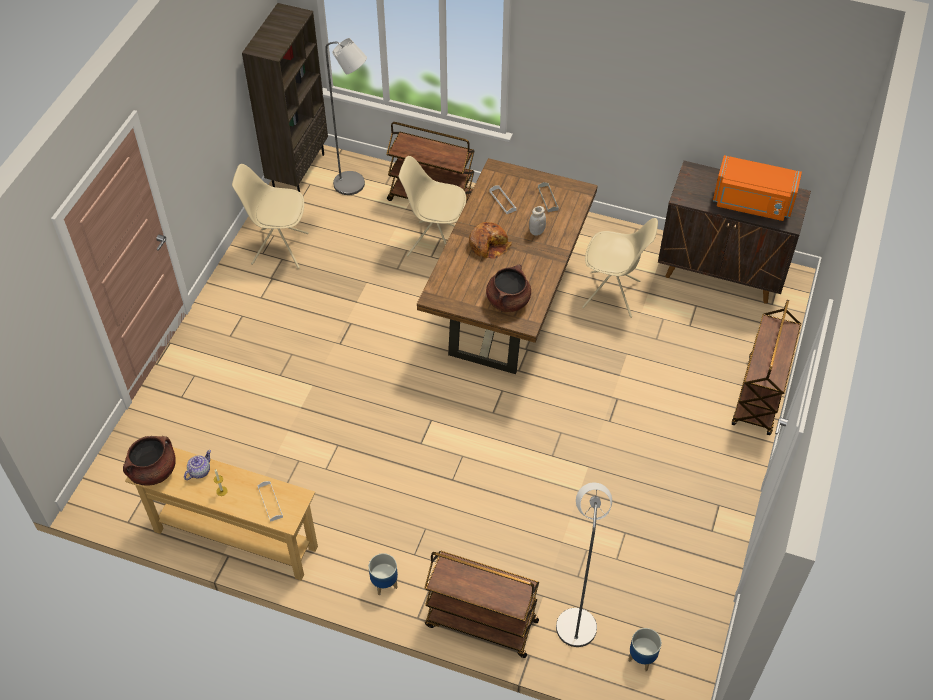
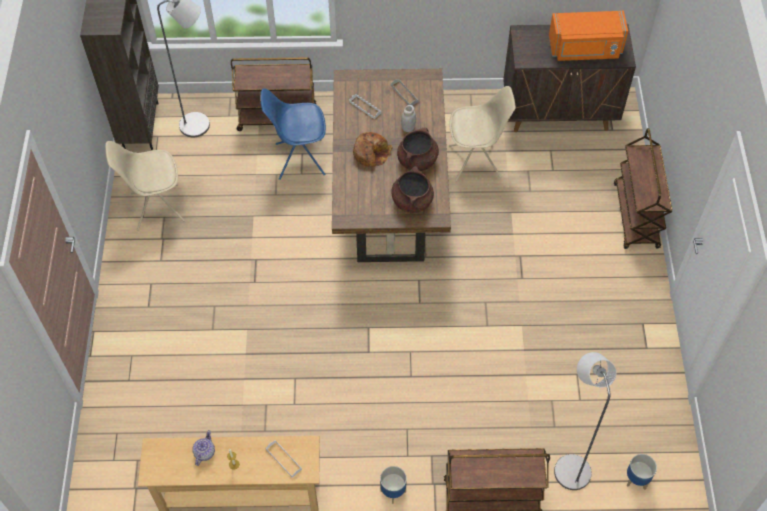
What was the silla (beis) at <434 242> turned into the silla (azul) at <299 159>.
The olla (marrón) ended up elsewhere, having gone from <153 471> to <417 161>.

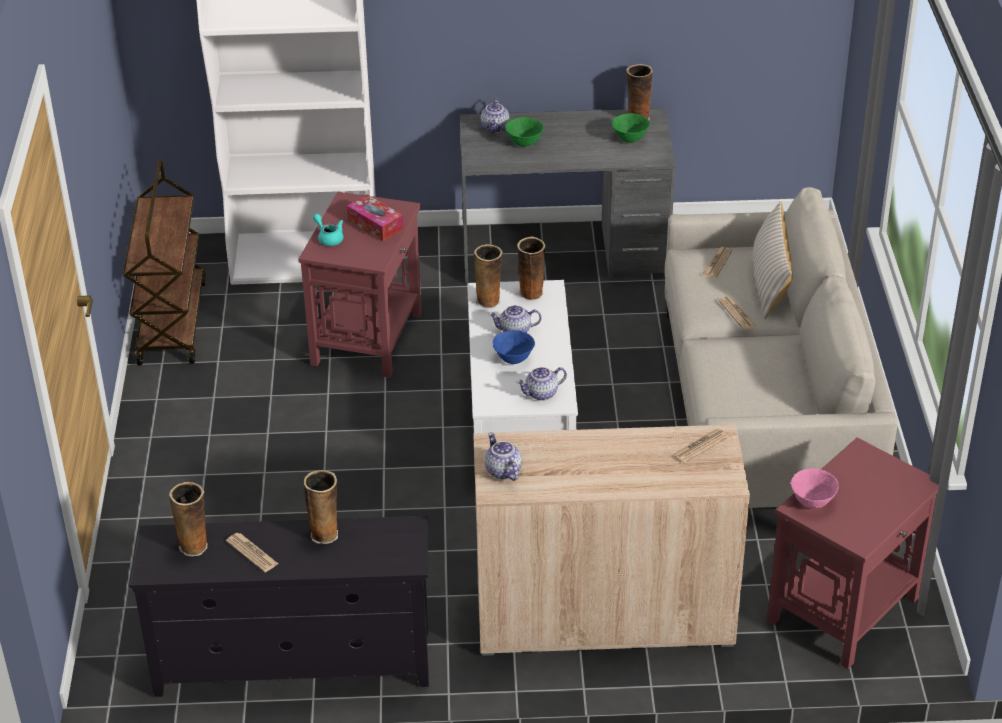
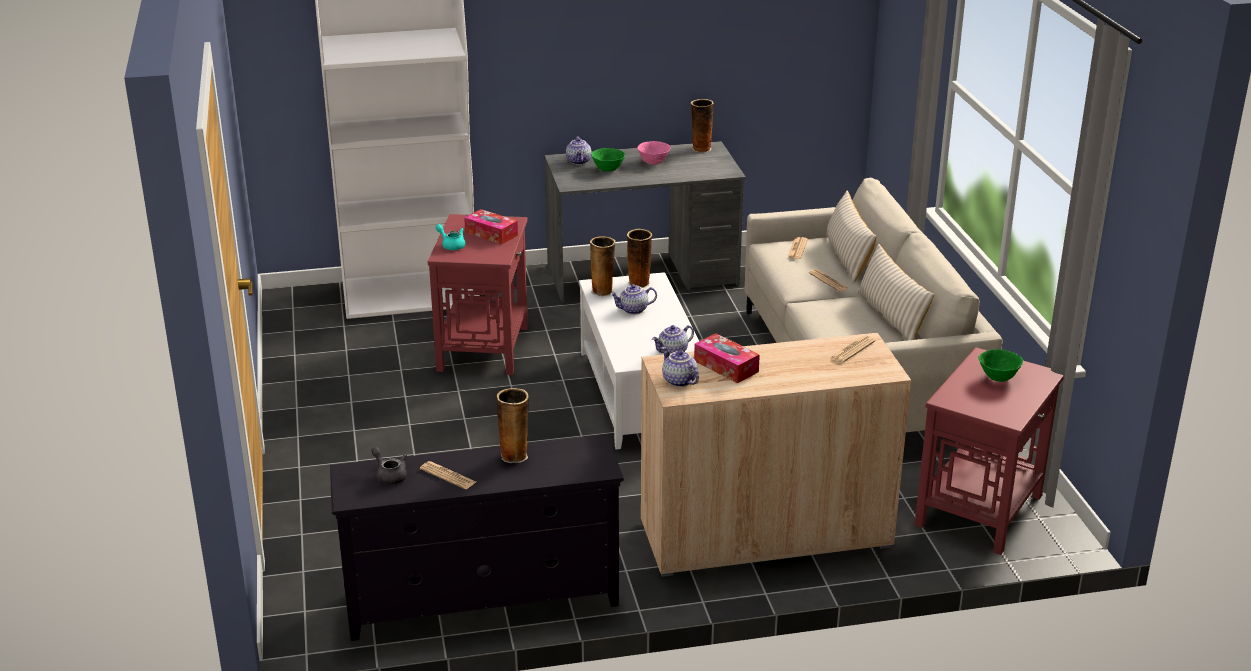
Where the florero stood at <195 546>, the tetera (gris) came to stand at <390 475>.
The cuenco (rosa) ended up elsewhere, having gone from <812 501> to <653 162>.
The second view gained the caja de pañuelos at <726 366>.
The second view gained the cojín (beis) at <891 317>.
The cuenco (verde) ended up elsewhere, having gone from <629 139> to <997 378>.
The second view lost the carrito (marrón) at <171 322>.
The second view lost the cuenco (azul) at <513 359>.

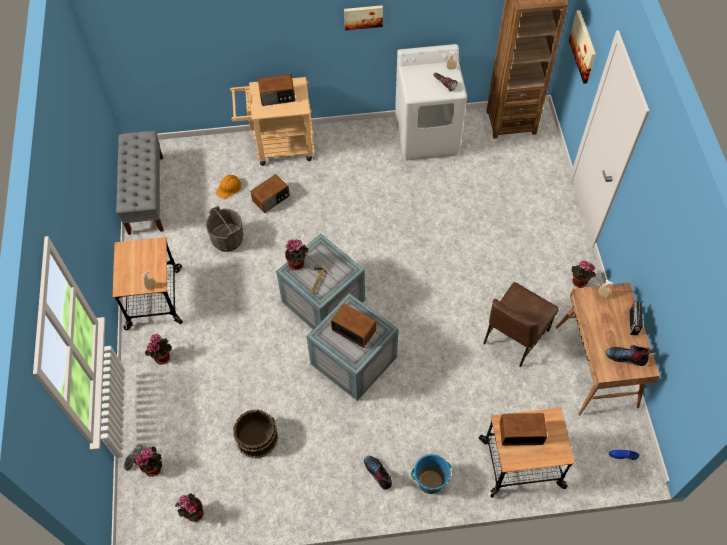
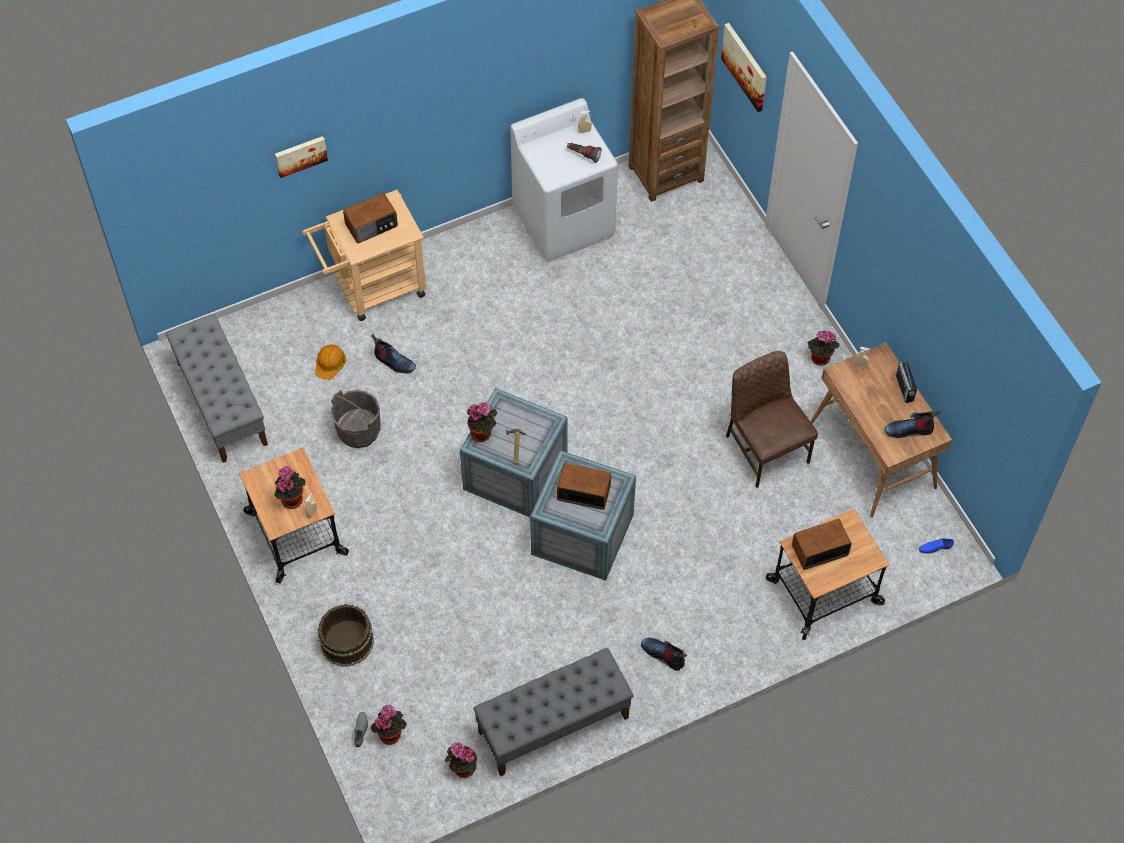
The planta en maceta ended up elsewhere, having gone from <162 356> to <291 498>.
The cuadro ended up elsewhere, having gone from <363 16> to <300 155>.
The cubo (marrón) ended up elsewhere, having gone from <256 437> to <346 641>.
Where the radio stood at <271 199>, the bota came to stand at <393 362>.
The second view gained the banco (gris) at <553 725>.
The silla (marrón) at <514 337> ended up facing another way, 135 degrees clockwise from before.
The second view lost the cubo (azul) at <430 481>.

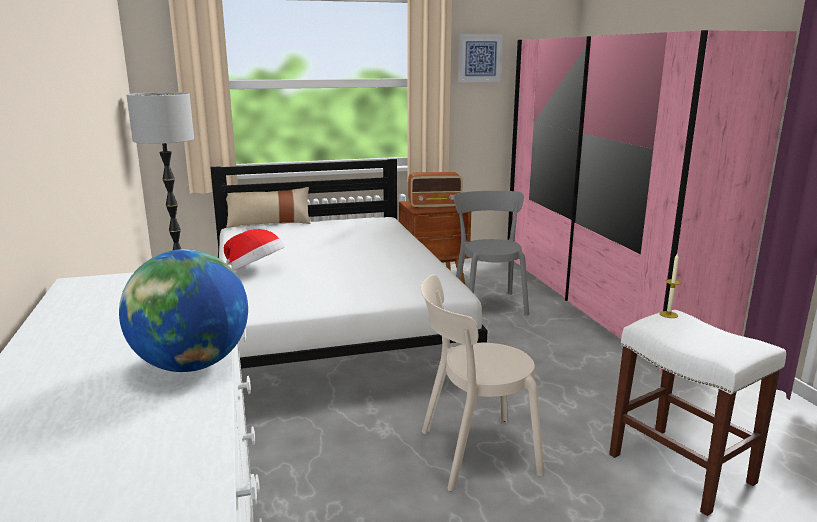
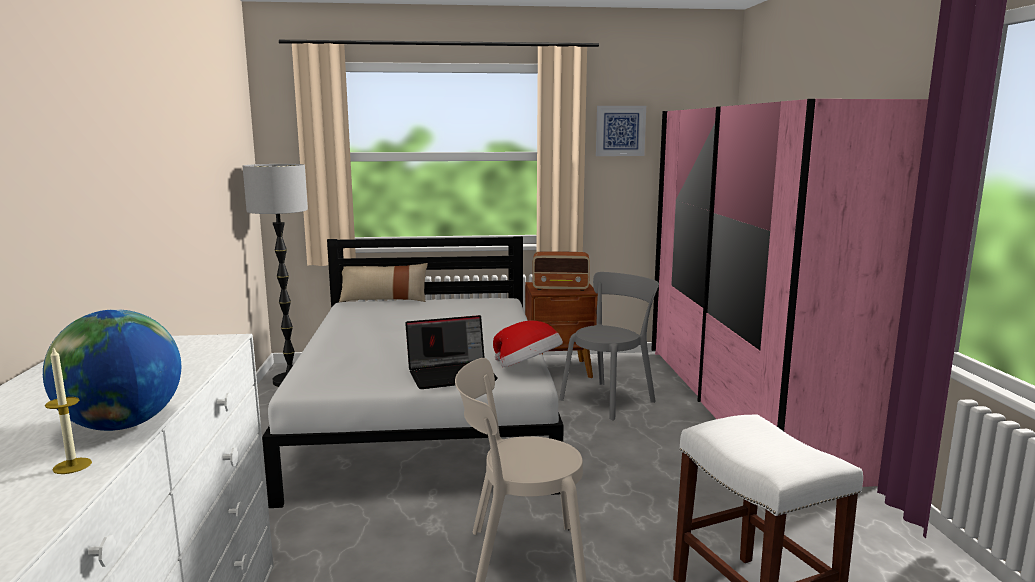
The vela ended up elsewhere, having gone from <668 314> to <72 466>.
The second view gained the portátil at <452 374>.
The sombrero ended up elsewhere, having gone from <256 270> to <528 368>.
The silla (gris) at <488 304> ended up facing another way, 45 degrees clockwise from before.

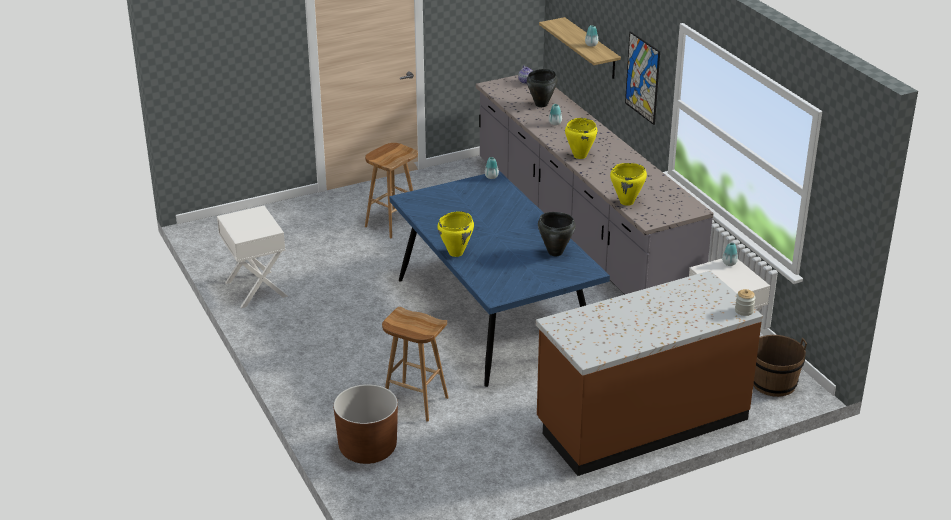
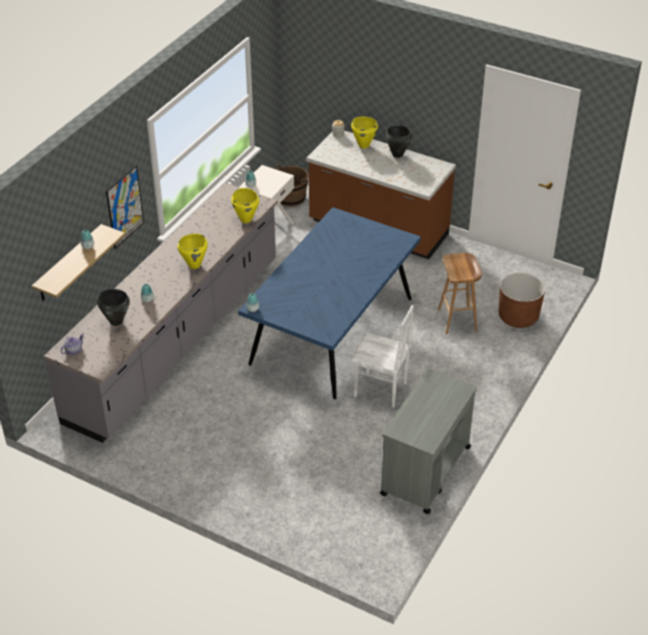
The olla (amarillo) ended up elsewhere, having gone from <456 253> to <363 145>.
The second view gained the silla (blanco) at <380 390>.
Where the mesita de noche (blanco) stood at <255 289>, the carrito (gris) came to stand at <425 471>.
The olla (negro) ended up elsewhere, having gone from <555 252> to <397 155>.
The second view lost the taburete (marrón) at <392 223>.

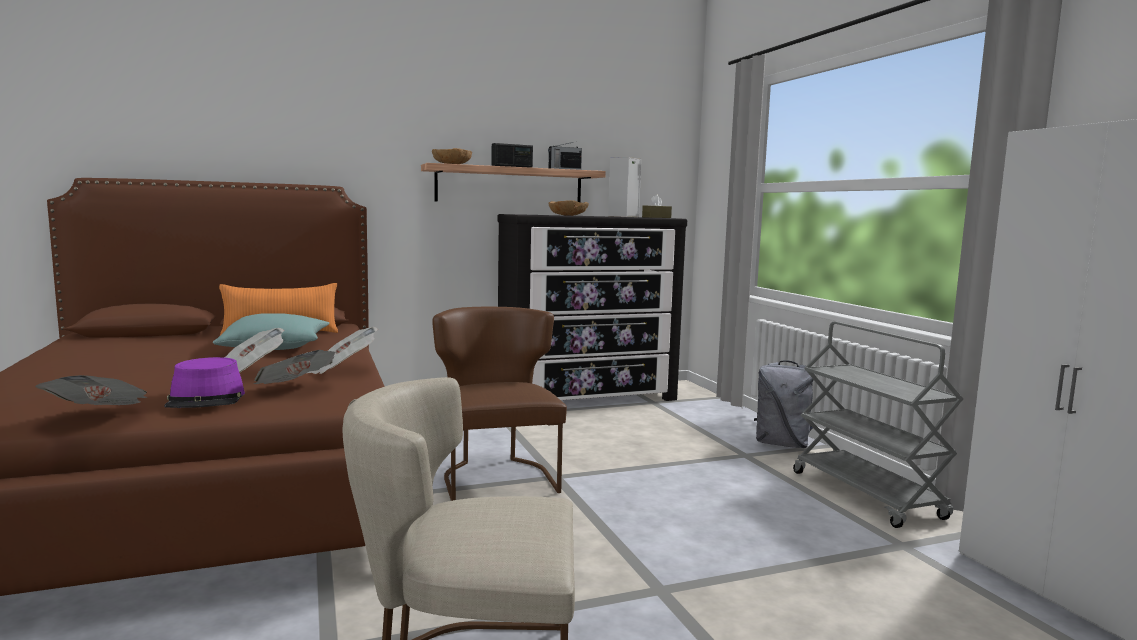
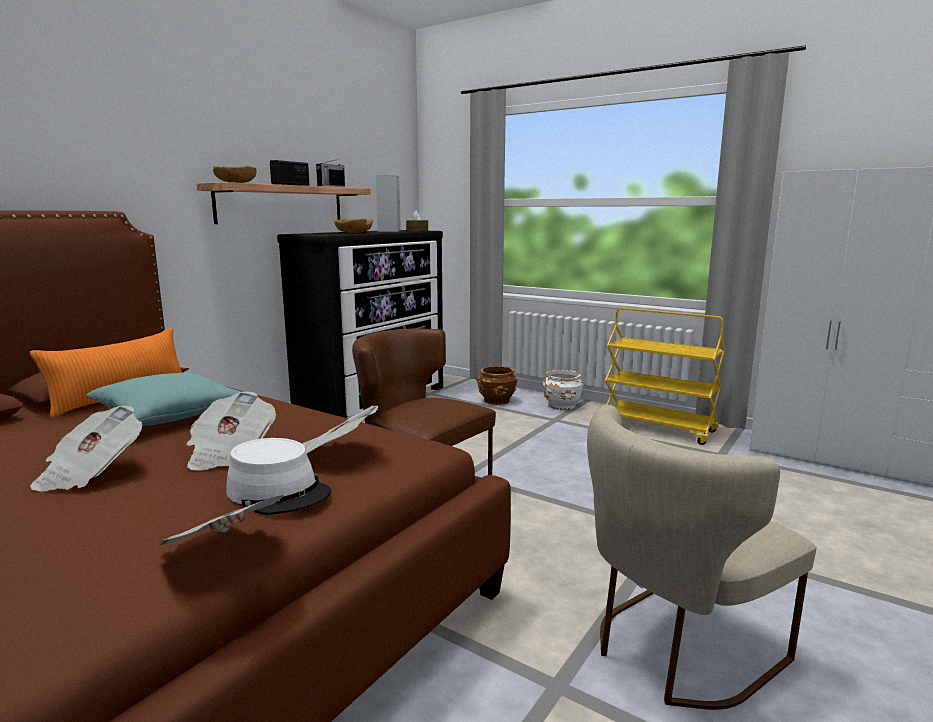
The periódico ended up elsewhere, having gone from <340 370> to <91 473>.
What was the sombrero (morado) at <206 399> turned into the sombrero (blanco) at <279 492>.
The second view gained the maceta (marrón) at <497 400>.
Where the mochila (gris) stood at <782 444>, the maceta (blanco) came to stand at <562 405>.
What was the carrito (gris) at <867 495> turned into the carrito (amarillo) at <658 428>.

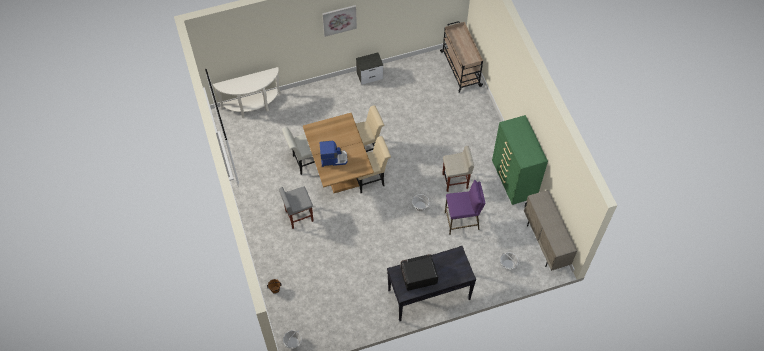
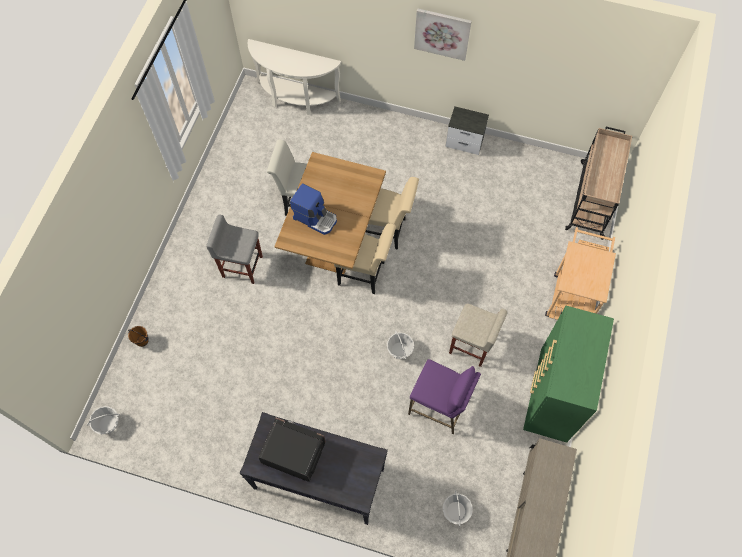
The second view gained the carrito (beis) at <571 295>.

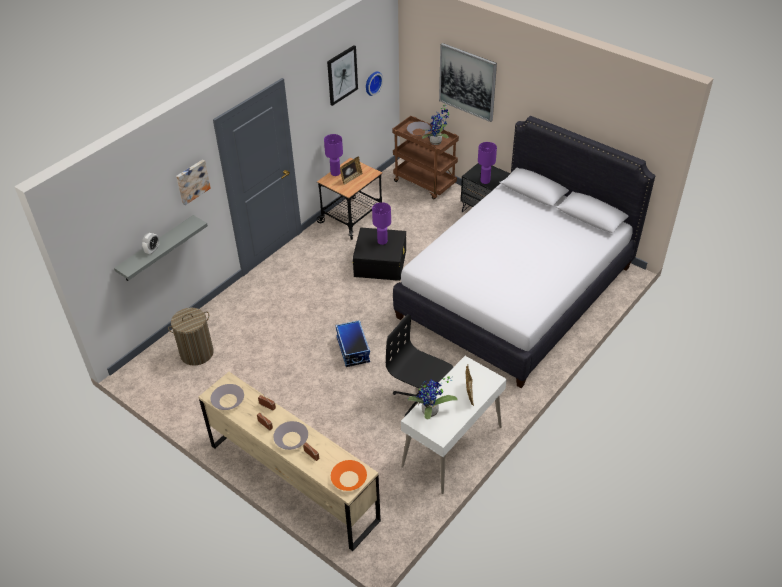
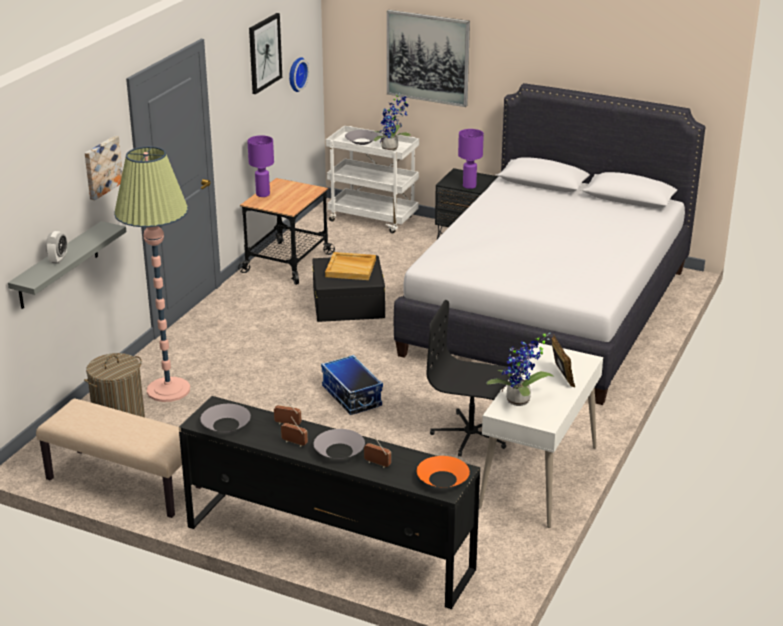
The second view gained the banco (beis) at <123 483>.
The second view gained the lámpara de pie at <168 390>.
What was the cómoda (beis) at <293 482> turned into the cómoda (negro) at <329 547>.
Where the lámpara de mesa (morado) stood at <382 241>, the bandeja (beis) came to stand at <351 268>.
What was the carrito (marrón) at <425 183> turned into the carrito (blanco) at <374 219>.
The second view lost the portarretratos at <351 178>.

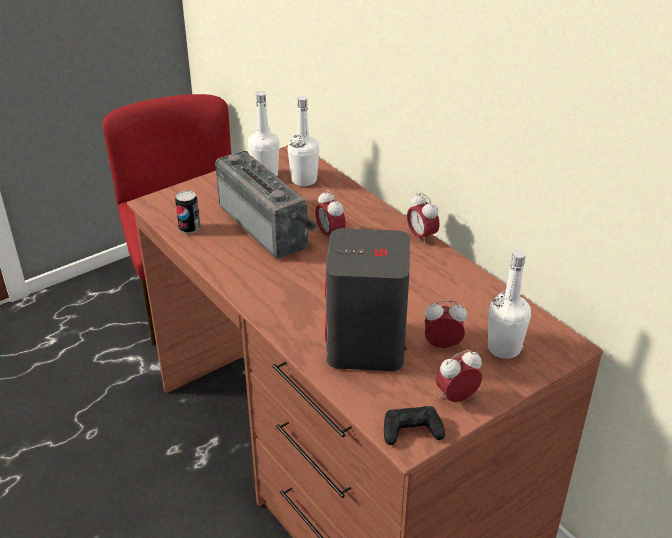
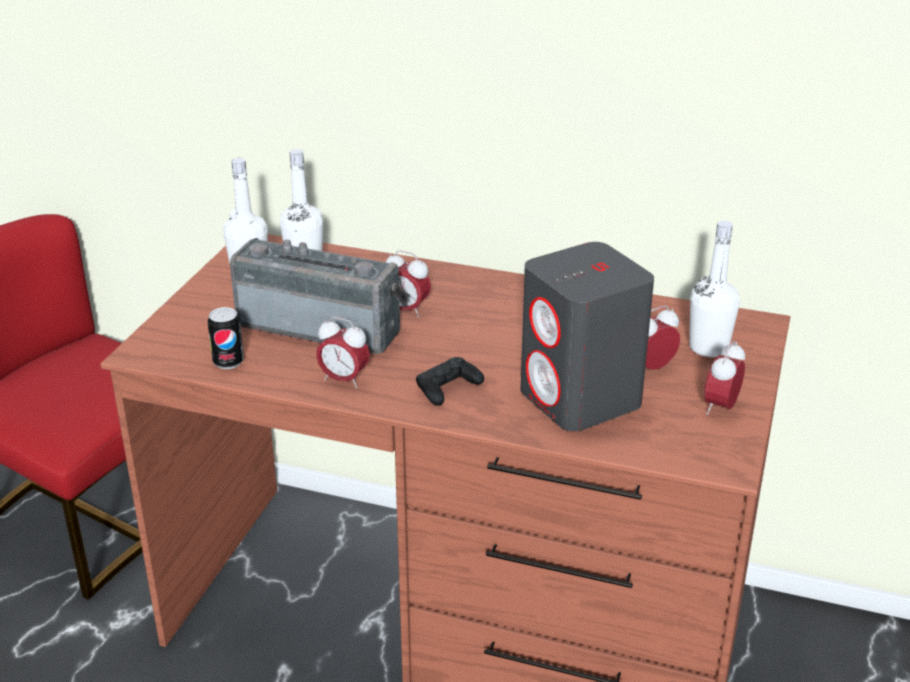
The despertador ended up elsewhere, having gone from <421 237> to <344 380>.
The mando de consola (negro) ended up elsewhere, having gone from <411 430> to <447 388>.

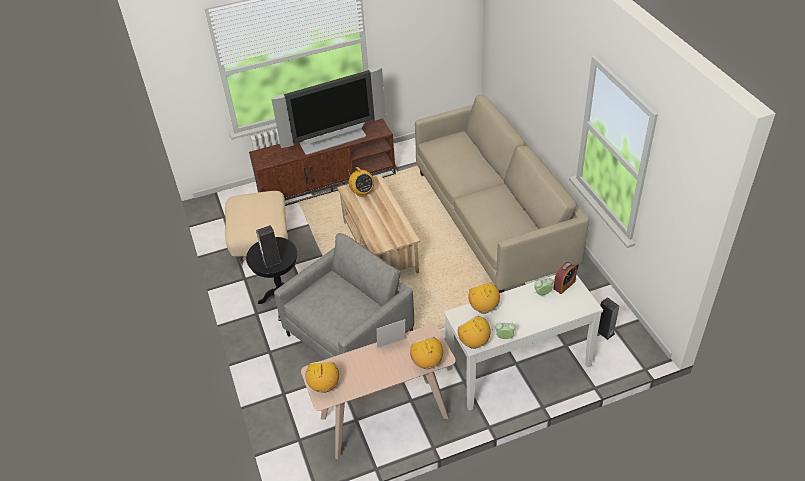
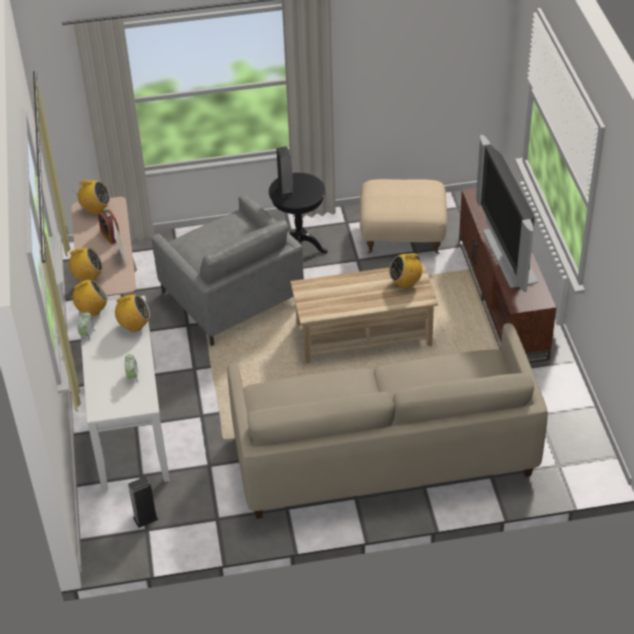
The despertador ended up elsewhere, having gone from <564 285> to <110 235>.

